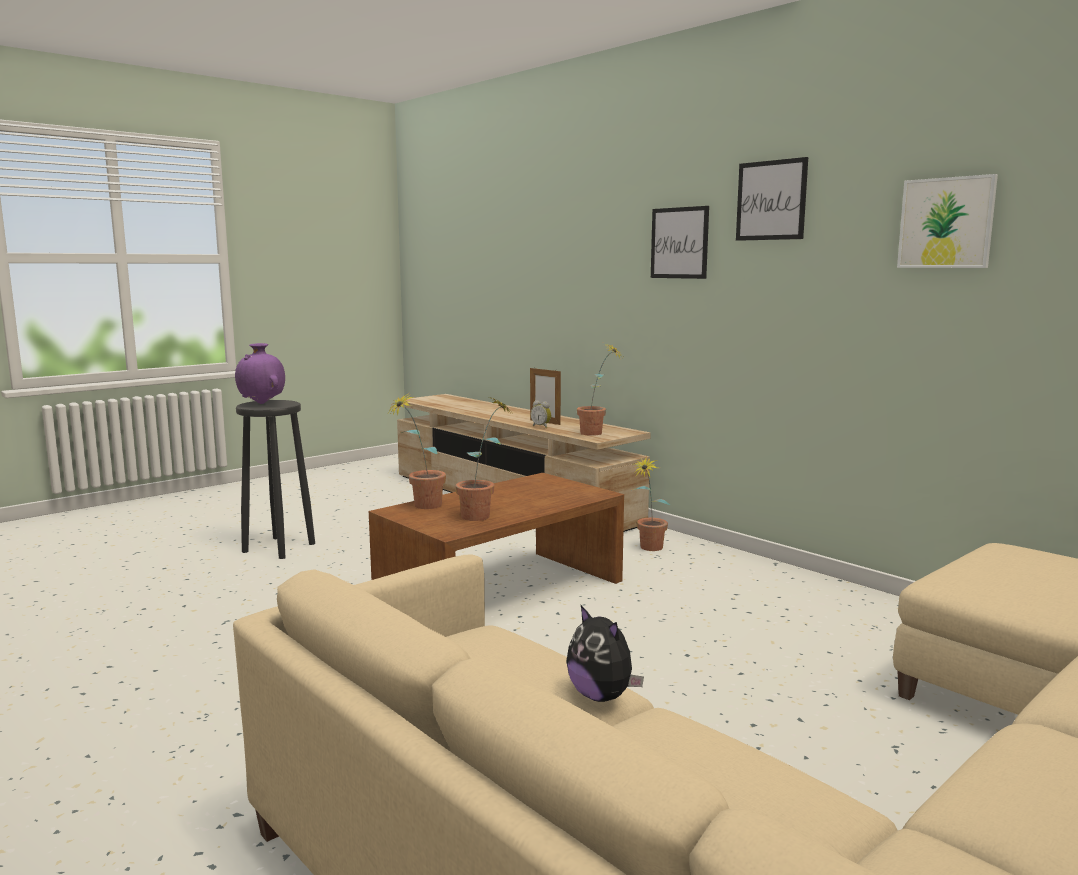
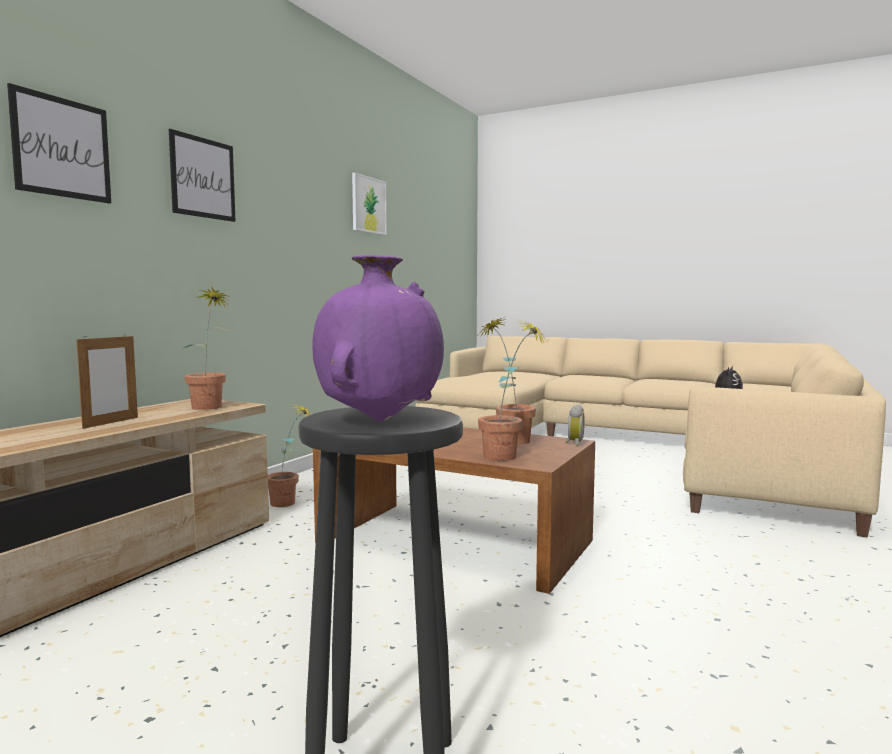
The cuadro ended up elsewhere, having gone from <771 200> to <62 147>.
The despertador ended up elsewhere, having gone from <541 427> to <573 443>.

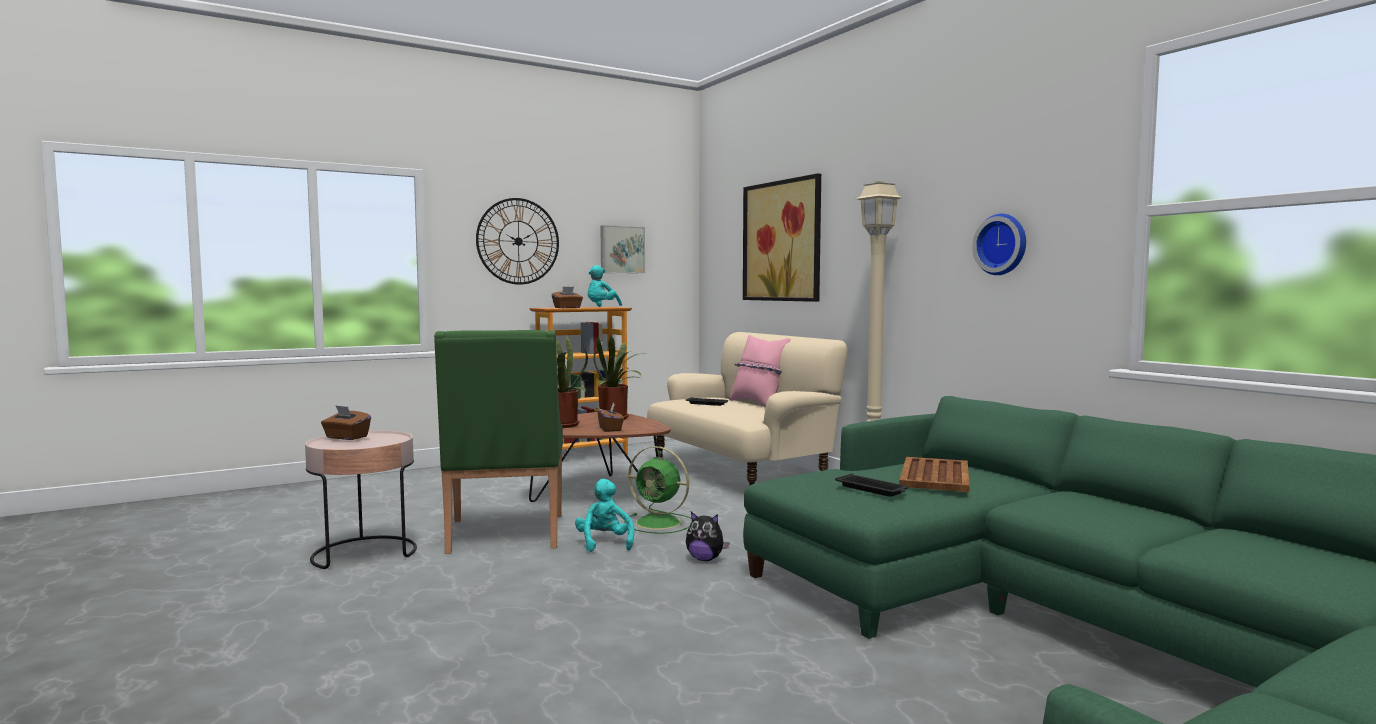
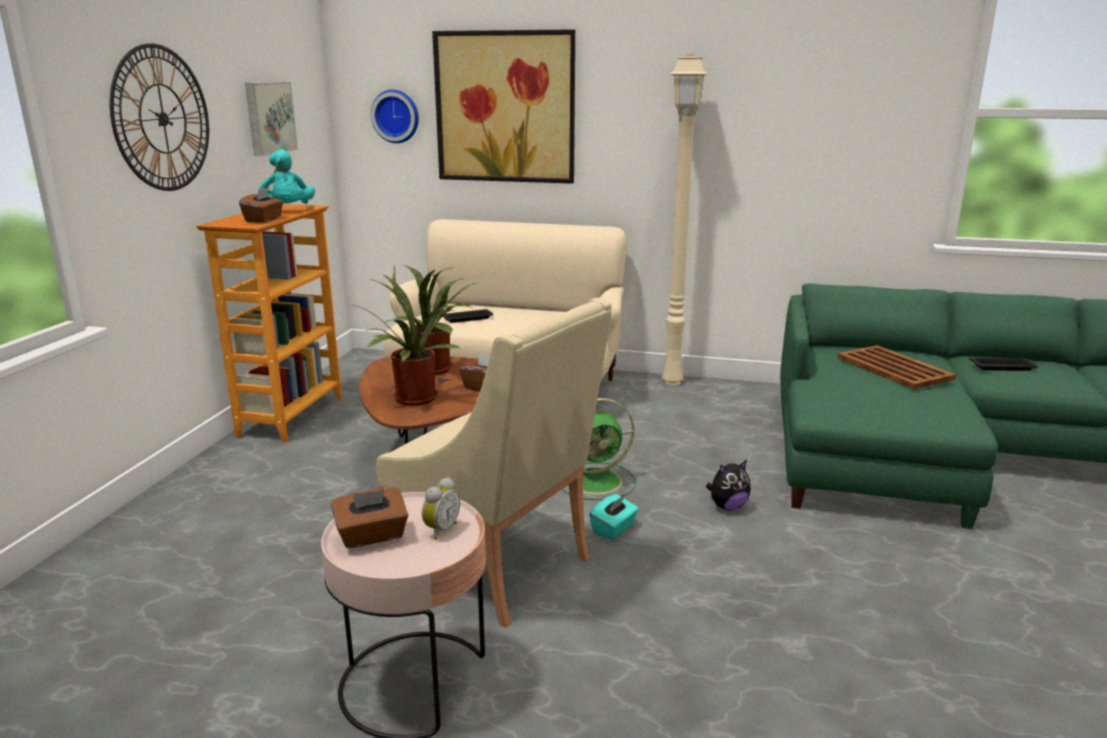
The reloj de pared ended up elsewhere, having gone from <1002 244> to <396 116>.
What was the sillón (verde) at <505 535> turned into the sillón (beis) at <499 568>.
The second view gained the despertador at <440 530>.
Where the peluche (turquesa) stood at <604 543>, the caja de pañuelos (turquesa) came to stand at <614 529>.
The bandeja (negro) ended up elsewhere, having gone from <872 489> to <1003 367>.
The second view lost the cojín (rosa) at <758 404>.

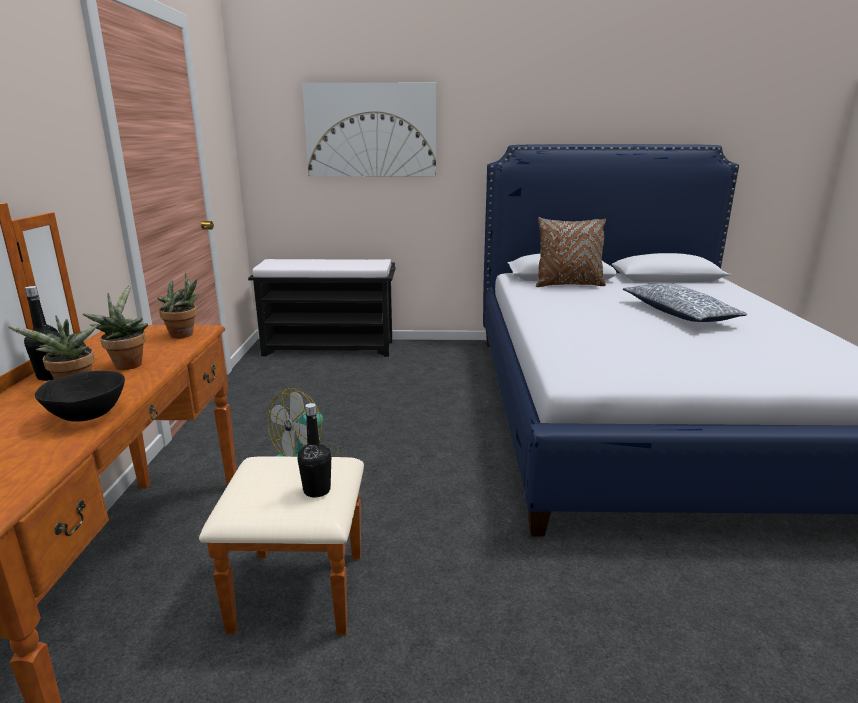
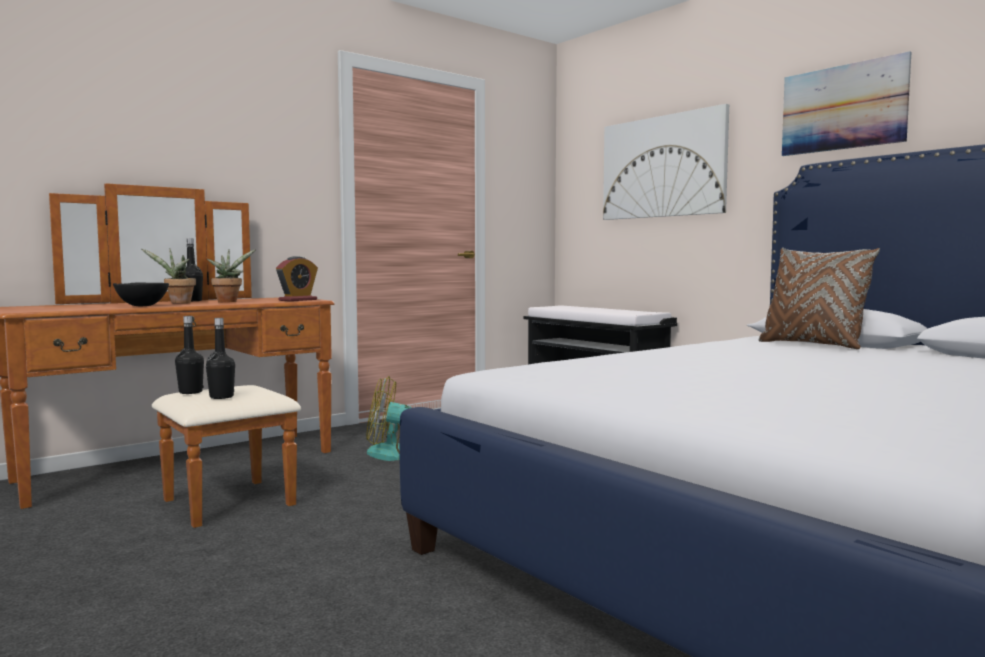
The second view gained the botella (negro) at <190 392>.
Where the planta en maceta stood at <185 335>, the despertador came to stand at <298 300>.
The second view gained the cuadro at <842 107>.
The second view lost the cojín at <678 314>.

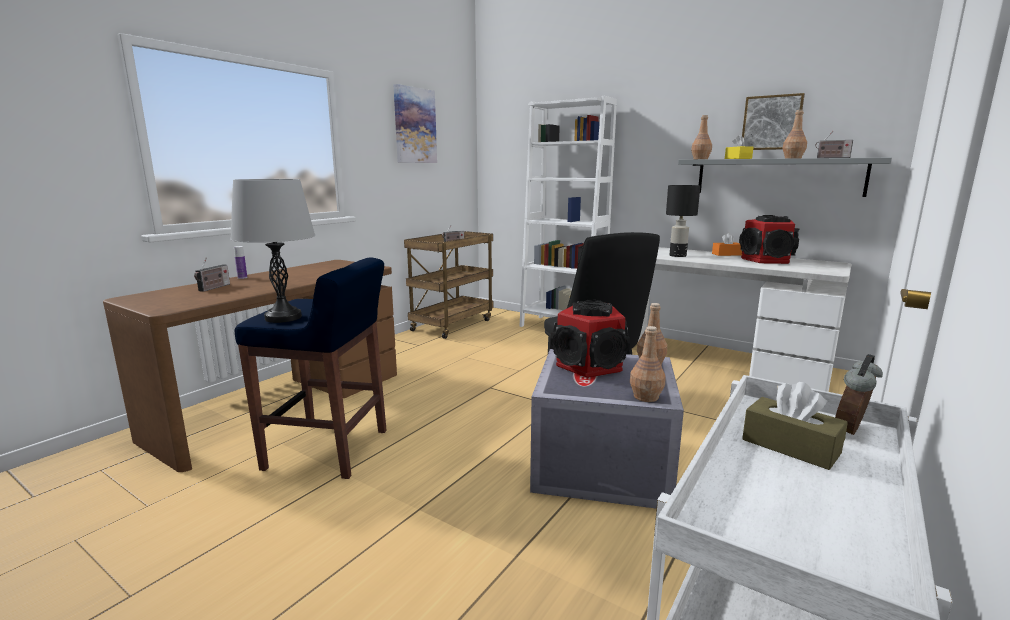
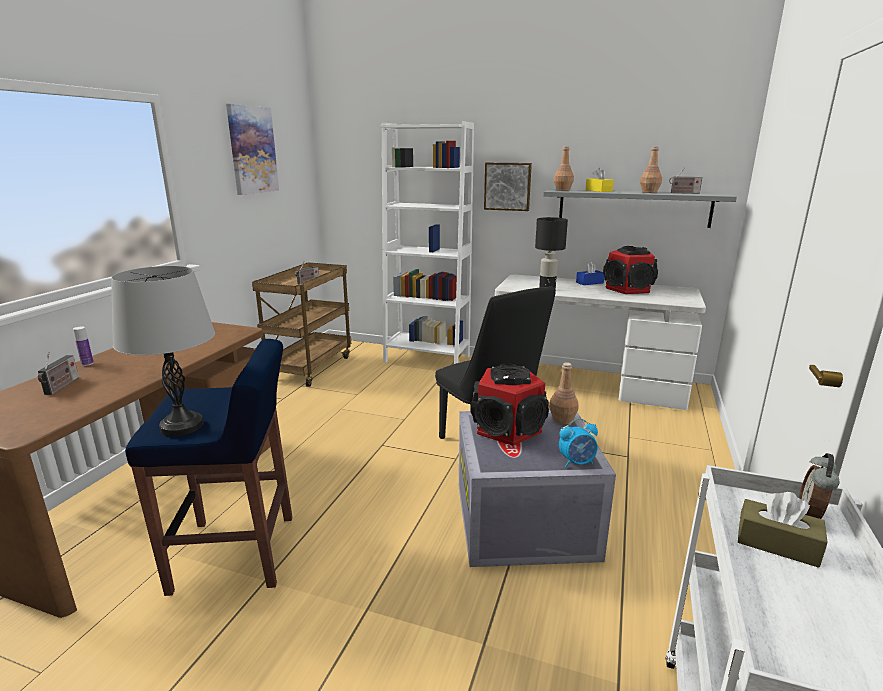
The cuadro ended up elsewhere, having gone from <771 123> to <507 186>.
Where the botella (marrón) stood at <646 397>, the despertador came to stand at <577 462>.
What was the caja de pañuelos (naranja) at <727 254> turned into the caja de pañuelos (azul) at <589 282>.

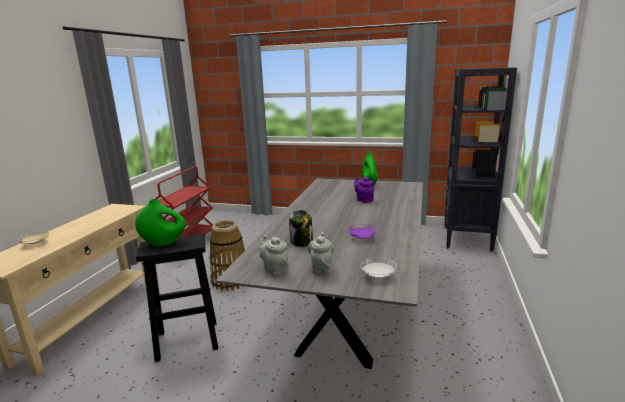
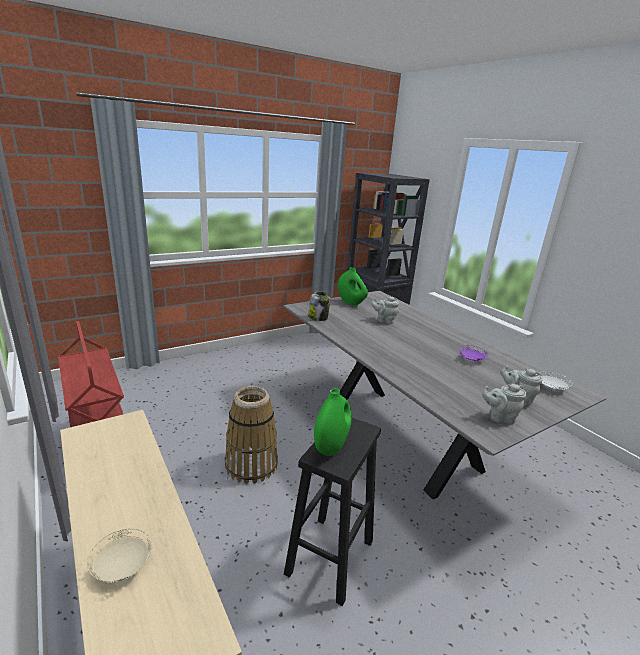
The tarro ended up elsewhere, having gone from <302 242> to <318 317>.
What was the tetera (morado) at <364 200> turned into the tetera (gris) at <384 320>.

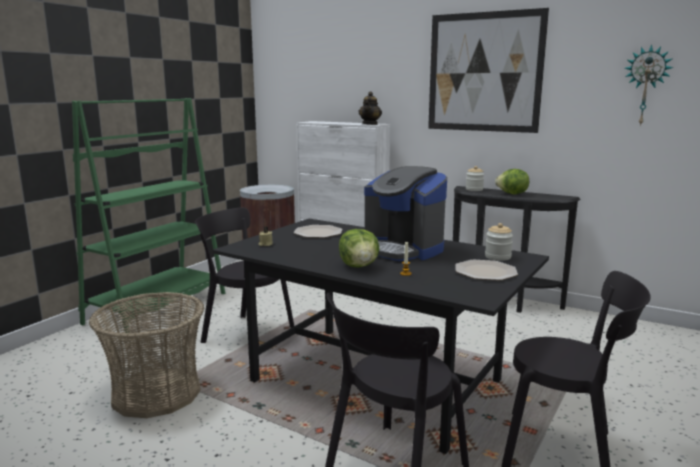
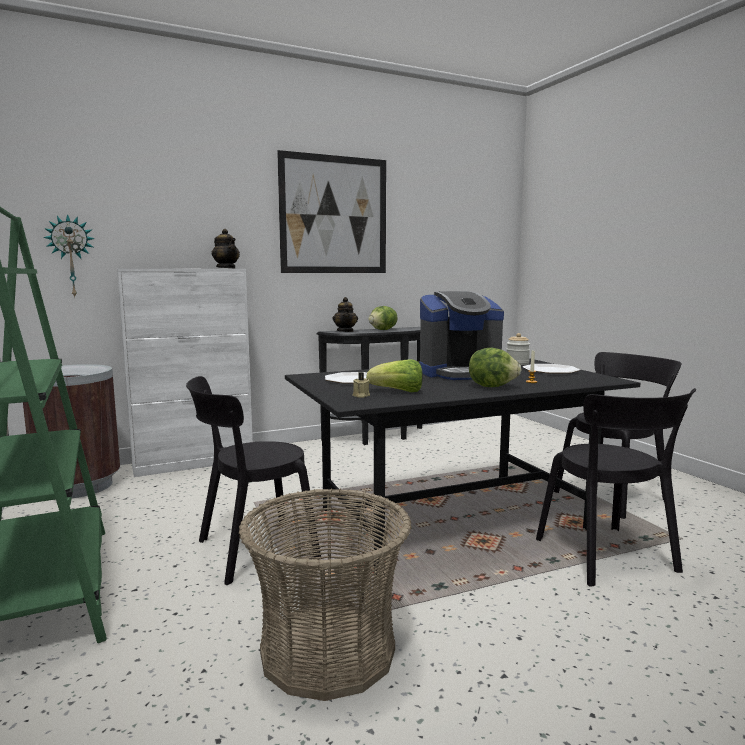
The reloj de pared ended up elsewhere, having gone from <646 86> to <71 256>.
Where the tarro stood at <474 189>, the tetera came to stand at <345 331>.
The second view gained the lechuga at <398 392>.

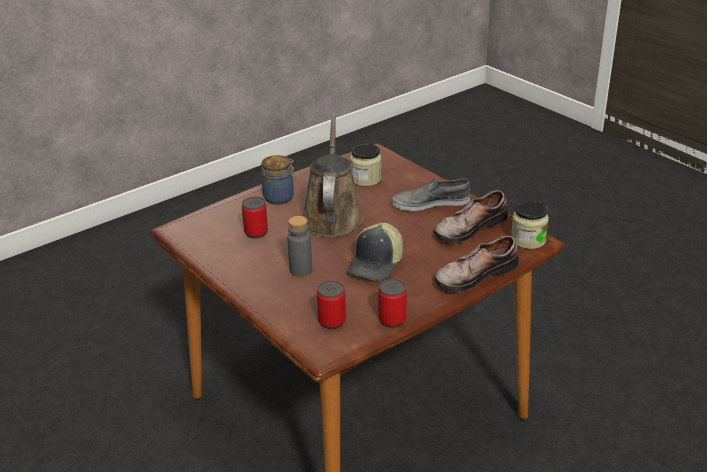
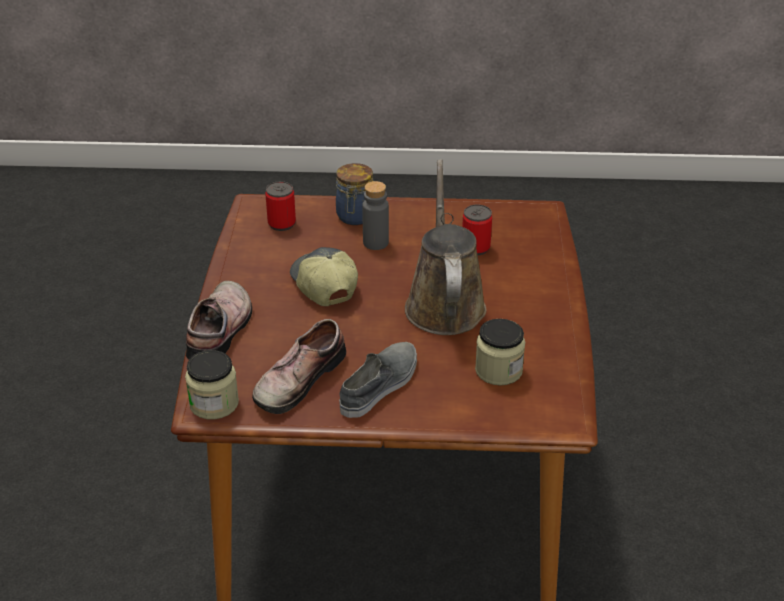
The zapato at <468 227> ended up facing another way, 150 degrees counterclockwise from before.
The tarro ended up elsewhere, having gone from <280 197> to <355 217>.
The regadera (marrón) at <332 217> ended up facing another way, 135 degrees counterclockwise from before.
The second view lost the lata at <392 320>.

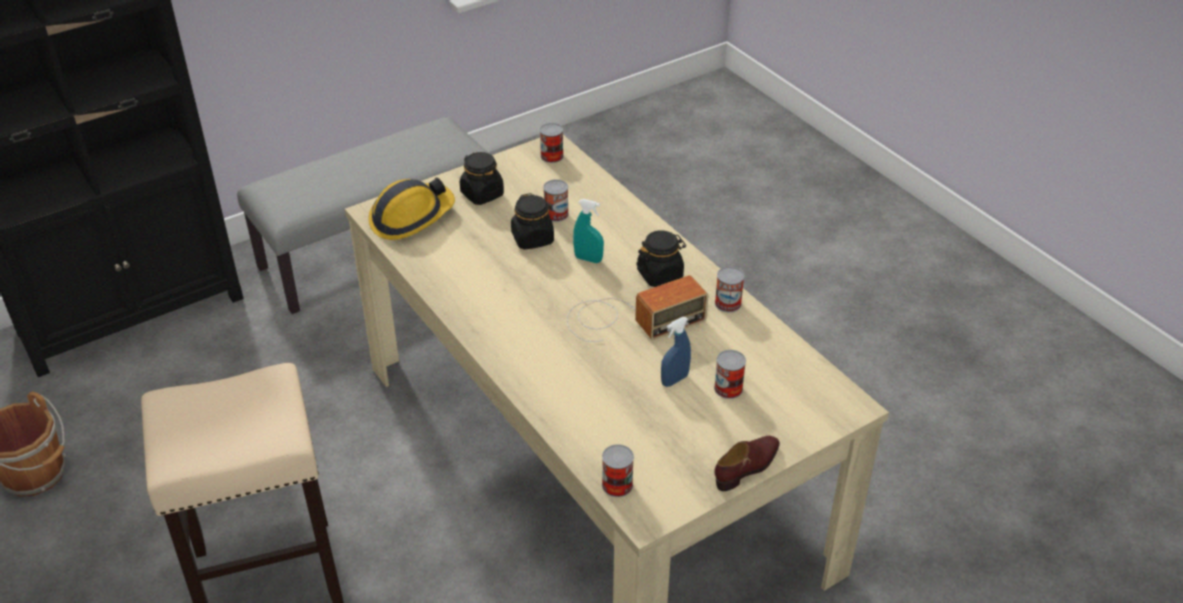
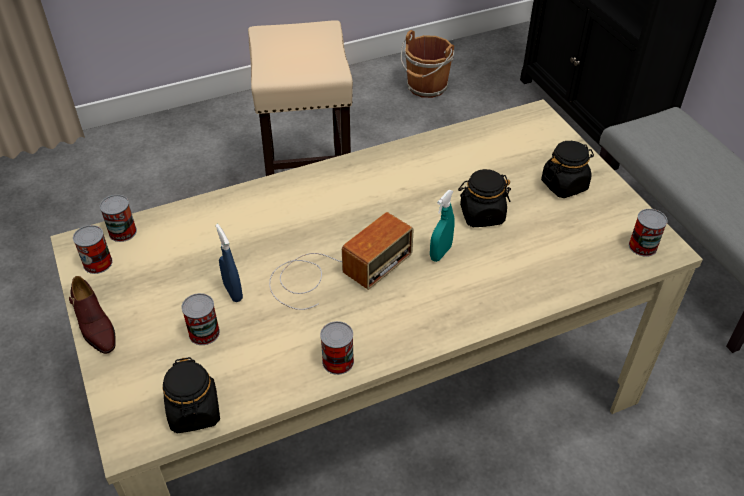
The lata ended up elsewhere, having gone from <556 214> to <98 263>.
The tarro (negro) ended up elsewhere, having gone from <660 275> to <194 412>.
The radio at <629 319> ended up facing another way, 120 degrees counterclockwise from before.
The second view lost the casco at <411 217>.

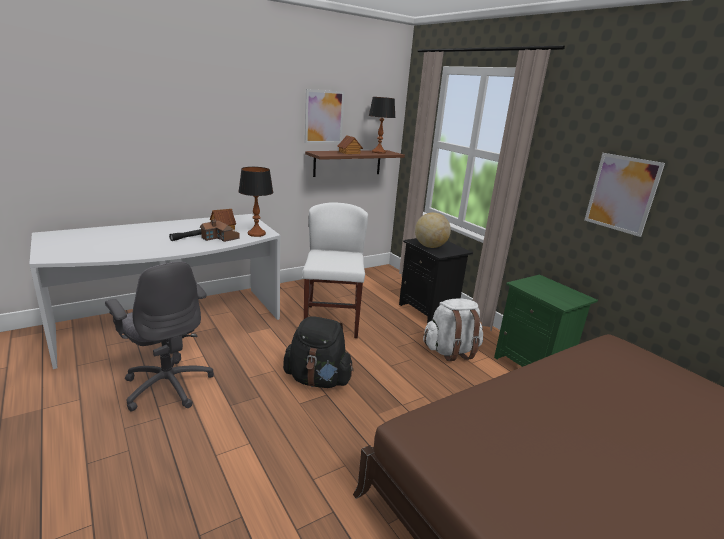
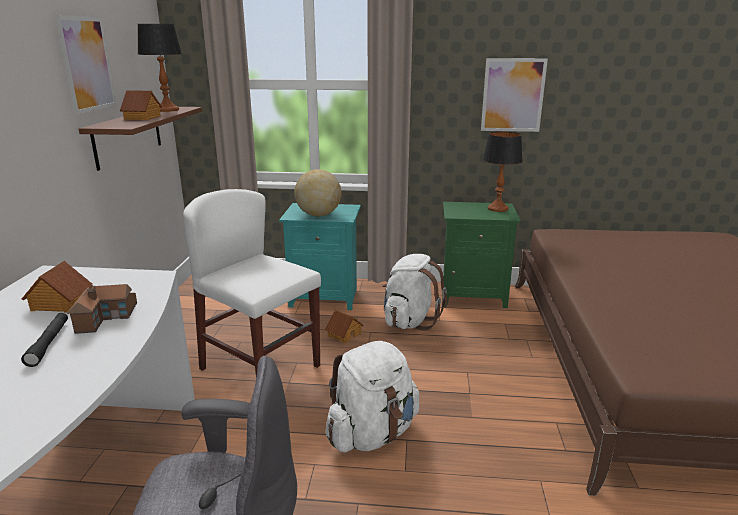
What was the mesita de noche (negro) at <428 310> turned into the mesita de noche (turquesa) at <324 297>.
The second view gained the casita at <344 334>.
What was the mochila (negro) at <318 380> turned into the mochila (blanco) at <372 434>.
The lámpara de mesa ended up elsewhere, having gone from <257 234> to <498 208>.

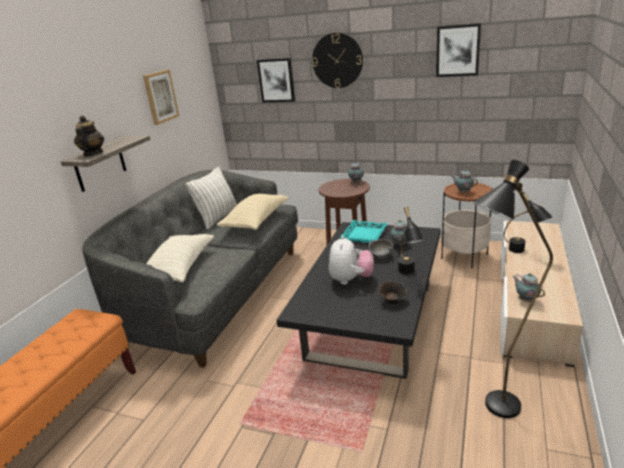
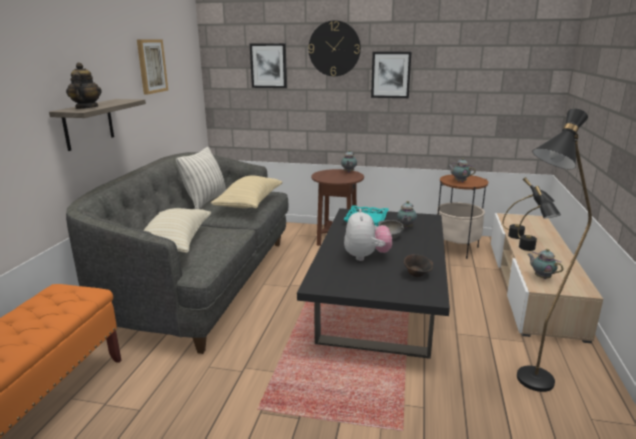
The cuadro ended up elsewhere, having gone from <458 50> to <391 75>.
The lámpara de mesa (negro) ended up elsewhere, having gone from <408 274> to <531 250>.

